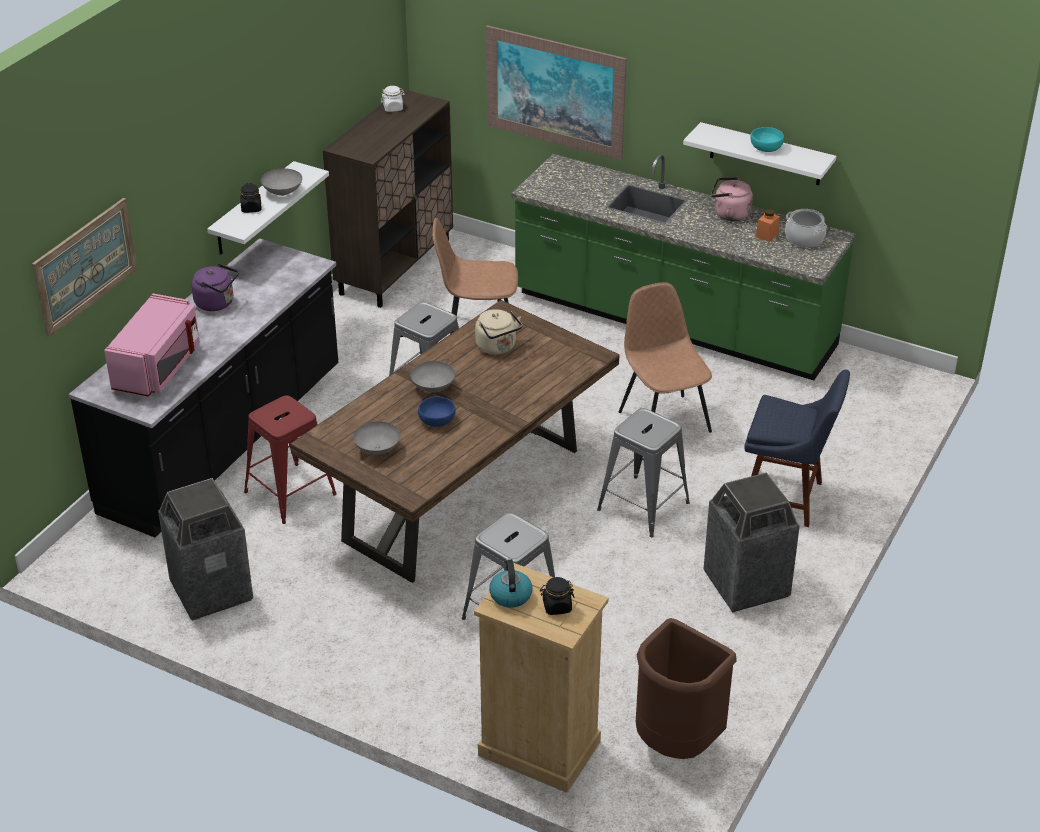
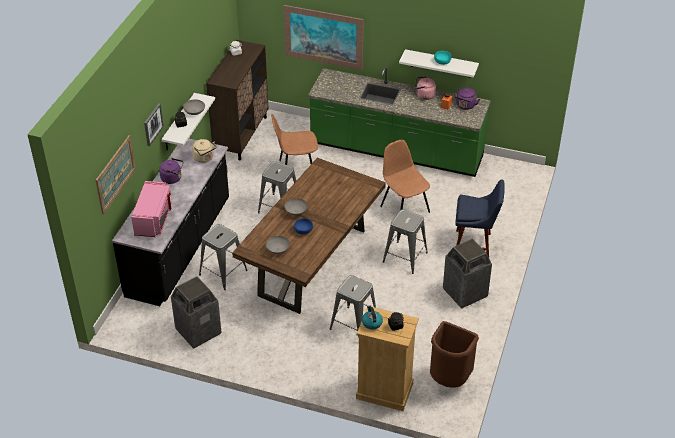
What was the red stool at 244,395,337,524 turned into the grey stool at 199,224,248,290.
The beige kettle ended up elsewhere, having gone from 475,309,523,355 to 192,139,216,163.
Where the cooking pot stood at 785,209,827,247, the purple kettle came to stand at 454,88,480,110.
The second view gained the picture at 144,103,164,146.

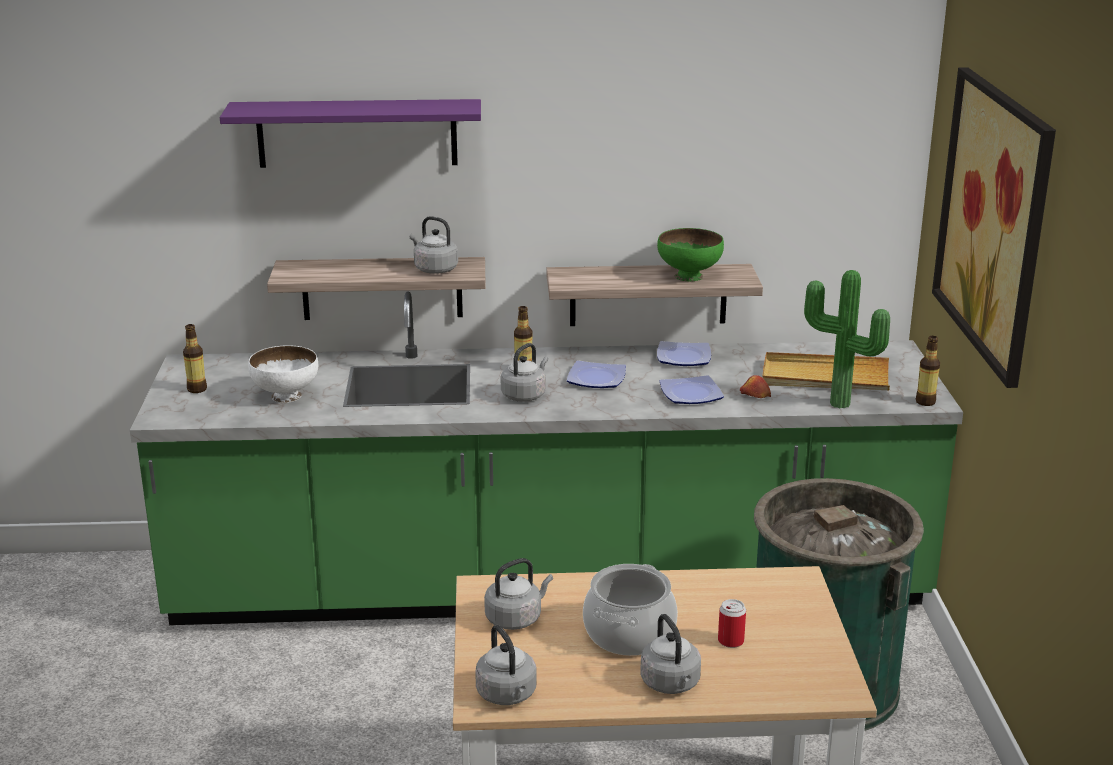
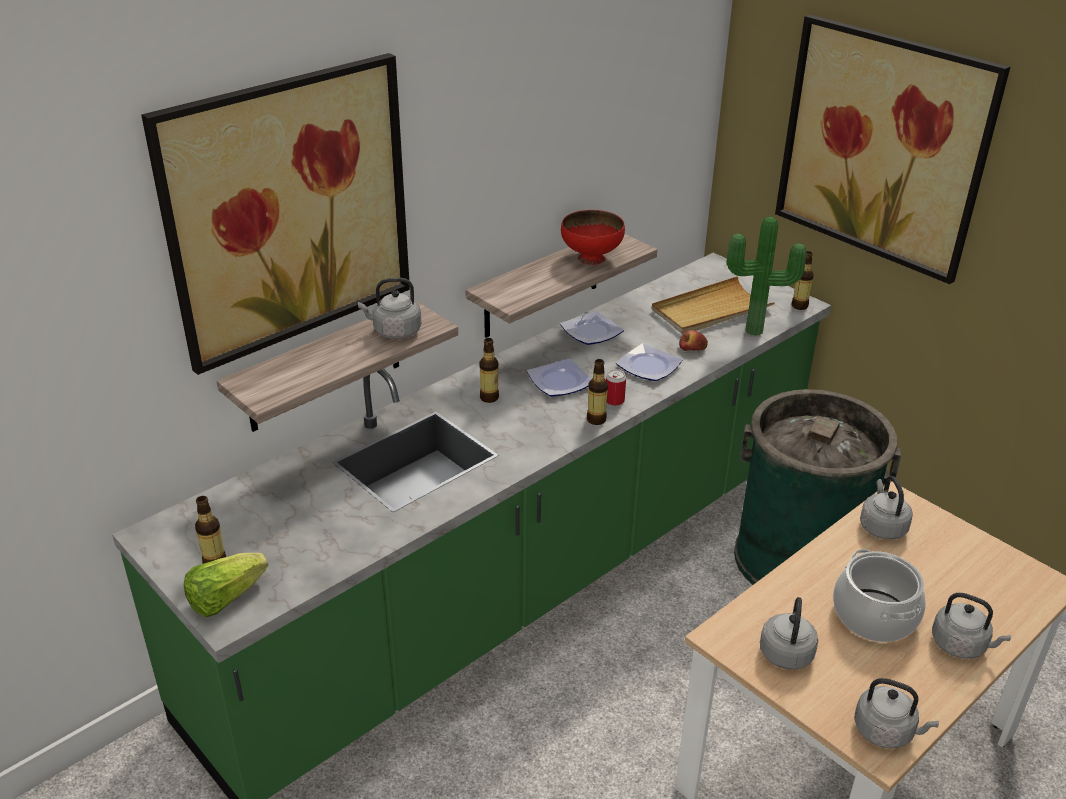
Where the purple shelf hung at 220,99,481,168, the picture came to hang at 141,53,410,375.
The second view lost the white bowl at 248,345,318,403.
The grey kettle ended up elsewhere, having gone from 501,343,548,402 to 860,476,913,540.
What was the green bowl at 657,228,724,281 turned into the red bowl at 561,210,625,265.
The can ended up elsewhere, having gone from 718,599,746,648 to 606,369,626,406.
The second view gained the lettuce at 184,553,268,617.
The second view gained the bottle at 587,359,608,425.

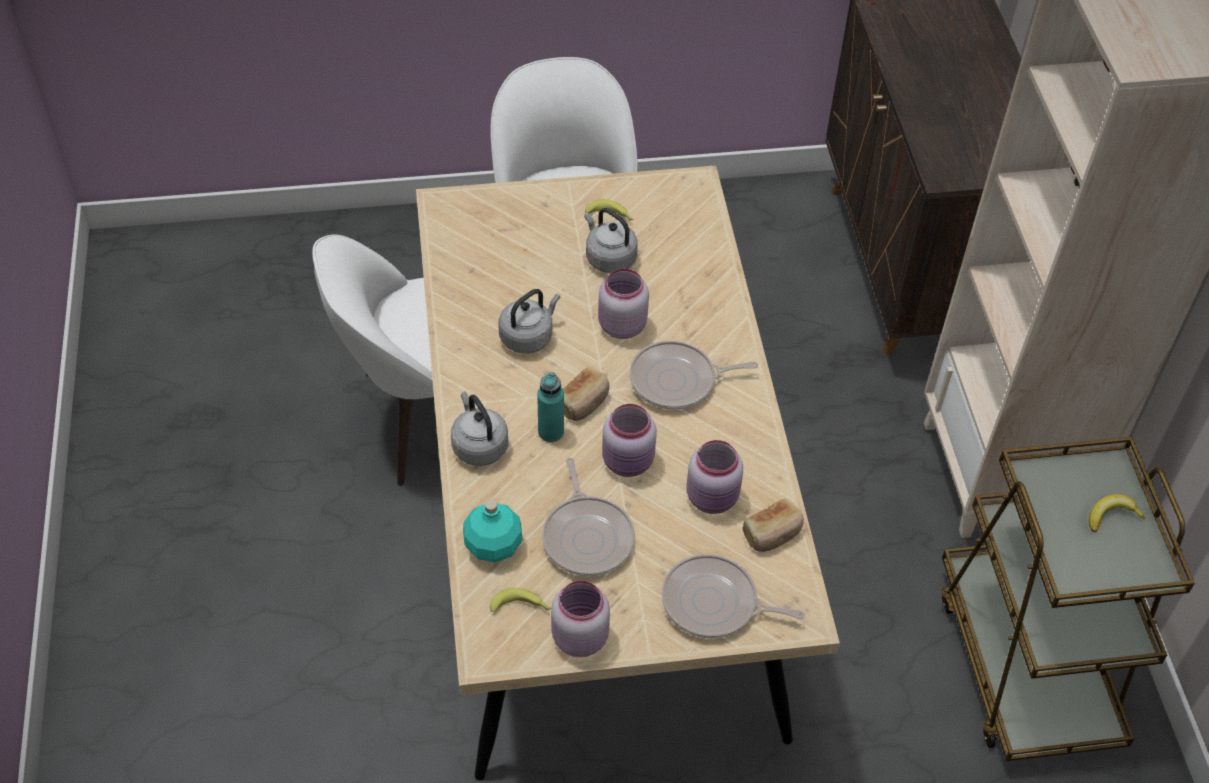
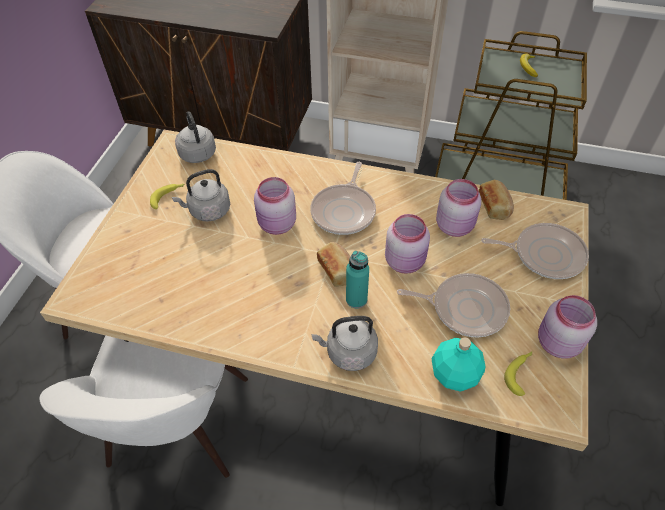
The grey kettle ended up elsewhere, having gone from 498,289,561,353 to 175,111,216,163.
The frying pan at 662,554,805,638 ended up facing another way, 120 degrees counterclockwise from before.

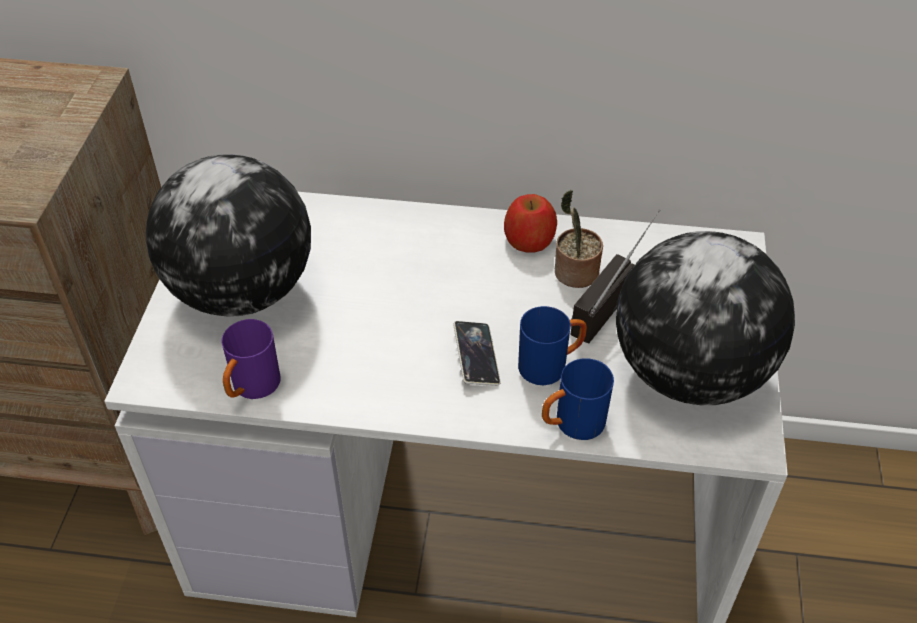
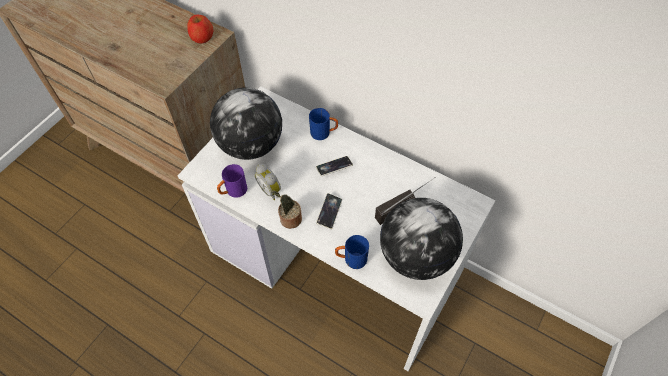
The apple ended up elsewhere, having gone from 504,194,557,253 to 187,15,213,43.
The blue mug ended up elsewhere, having gone from 518,306,587,385 to 309,108,338,140.
The potted plant ended up elsewhere, having gone from 555,190,603,288 to 271,190,302,229.
The second view gained the alarm clock at 255,164,281,200.
The second view gained the phone at 316,156,353,176.

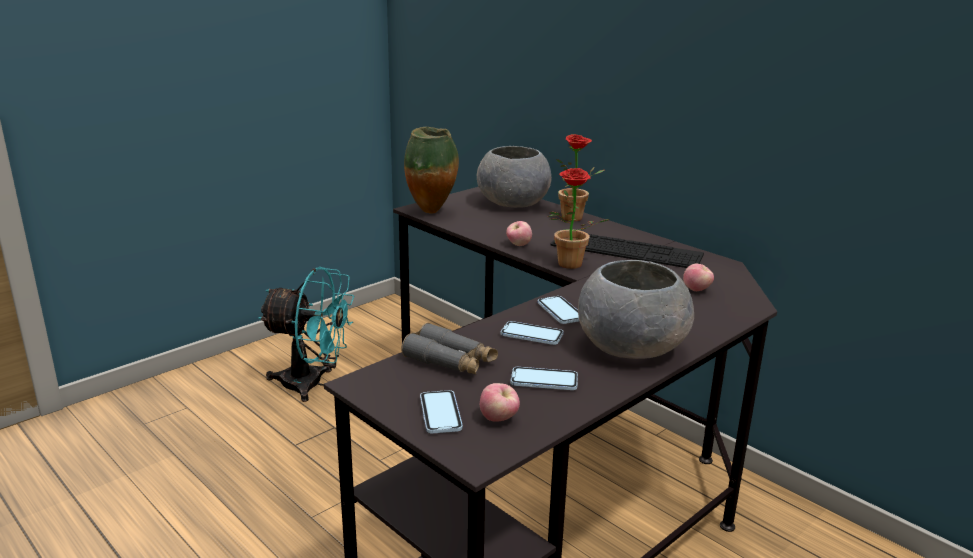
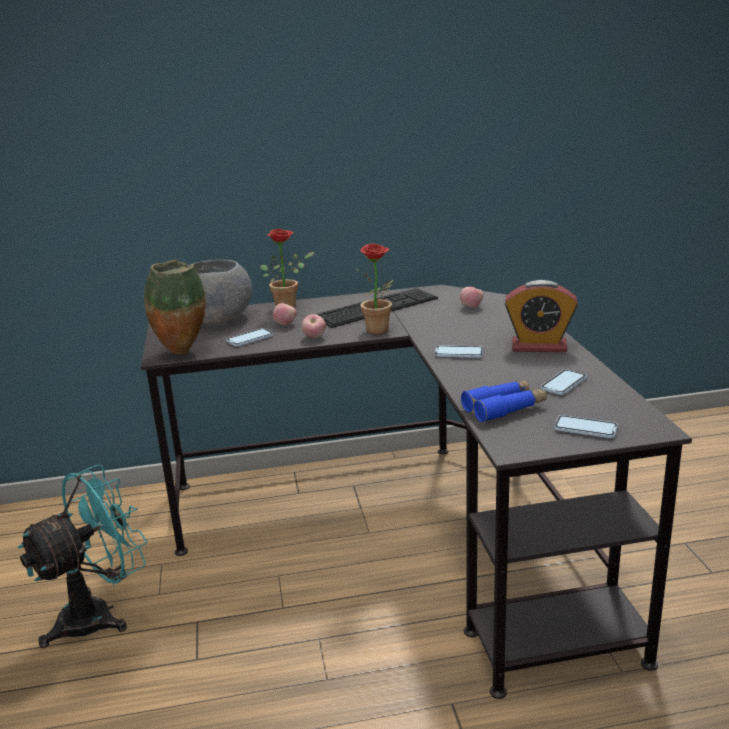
What was the grey binoculars at 401,323,498,375 turned into the blue binoculars at 461,380,547,422.
The apple ended up elsewhere, having gone from 480,383,520,422 to 273,303,297,325.
The phone ended up elsewhere, having gone from 501,321,564,345 to 226,328,273,346.
Where the grey bowl stood at 578,260,694,359, the alarm clock came to stand at 505,280,578,352.

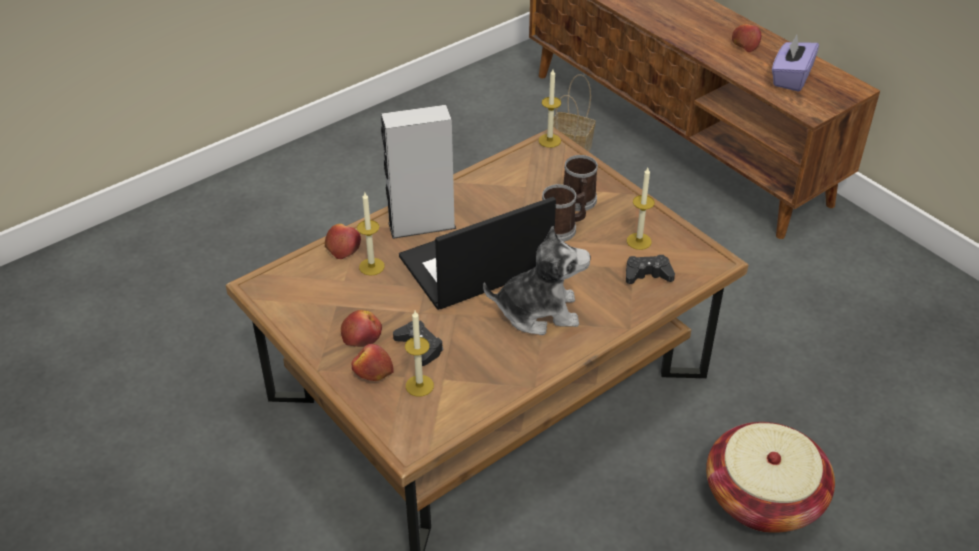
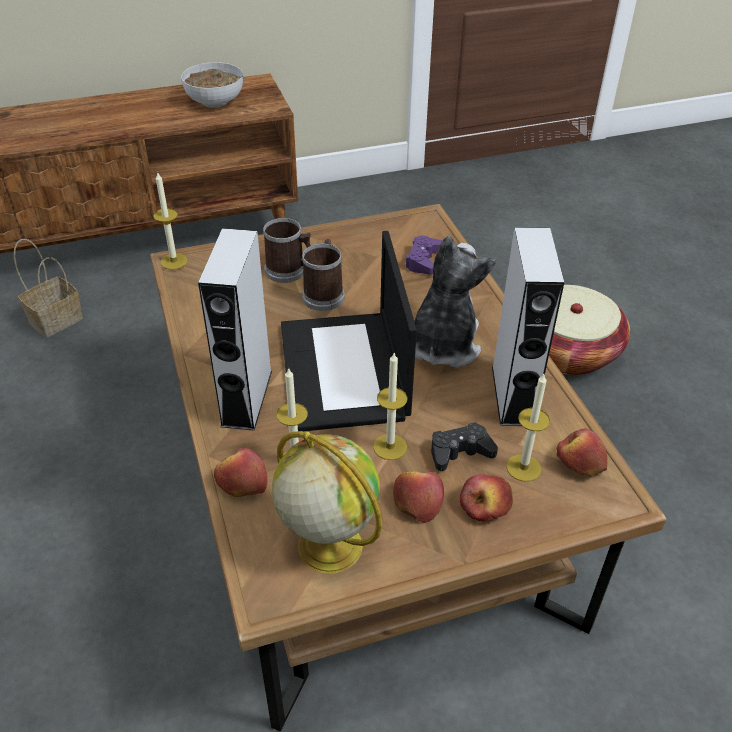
What was the black game controller at 626,255,675,284 turned into the purple game controller at 404,236,442,275.
The candle ended up elsewhere, having gone from 627,168,655,250 to 373,353,408,460.
The apple ended up elsewhere, having gone from 732,24,761,52 to 557,429,607,476.
Where the purple tissue box stood at 772,35,819,92, the bowl came to stand at 181,62,243,108.
The second view gained the globe at 272,431,383,574.
The second view gained the grey speaker at 492,227,564,426.

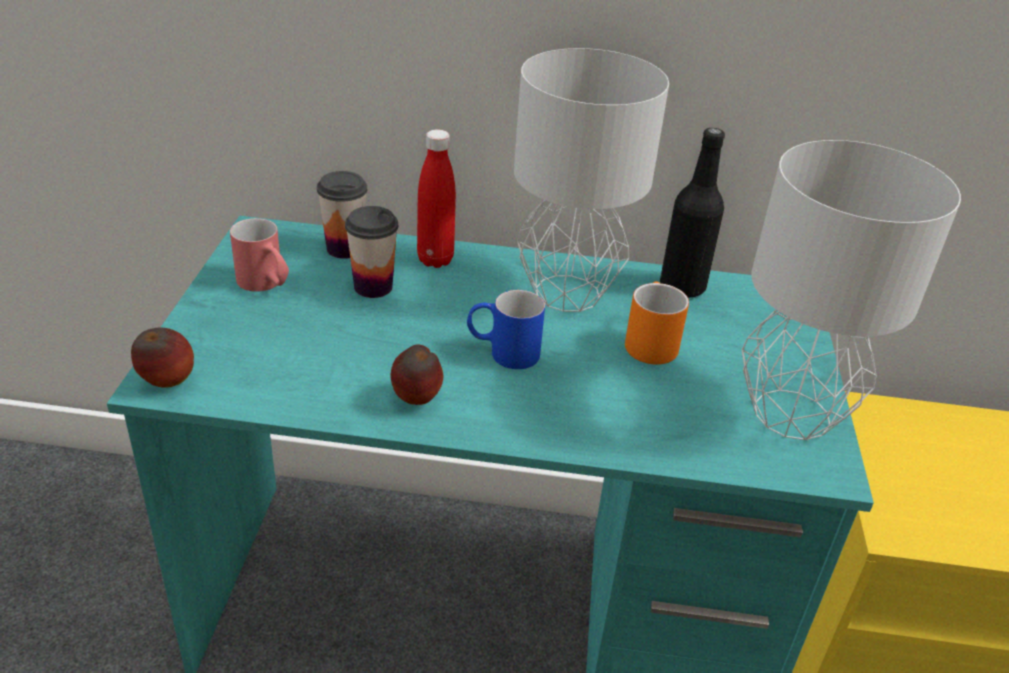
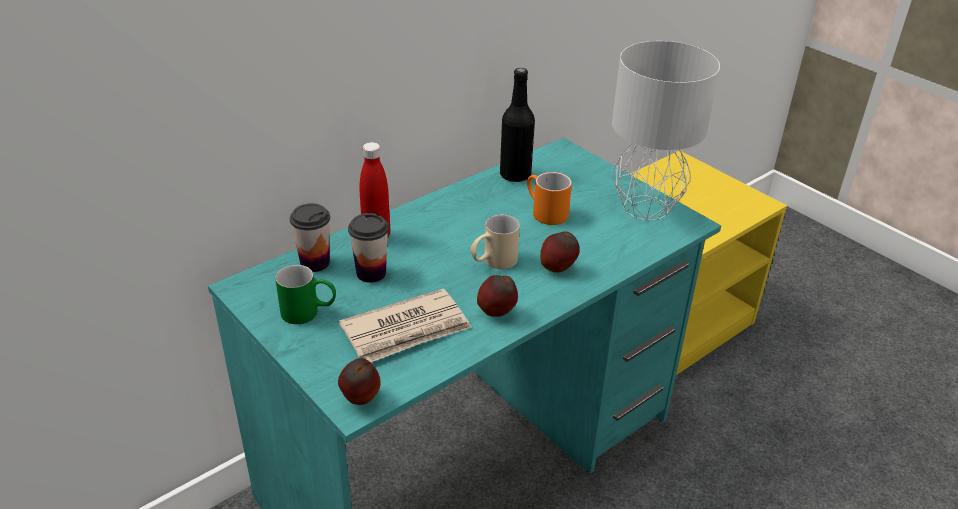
What was the red mug at 230,218,289,292 turned into the green mug at 275,265,336,324.
What was the blue mug at 467,290,545,369 turned into the beige mug at 470,215,520,269.
The second view lost the grey table lamp at 514,48,669,312.
The second view gained the newspaper at 339,289,472,362.
The second view gained the apple at 540,231,580,273.

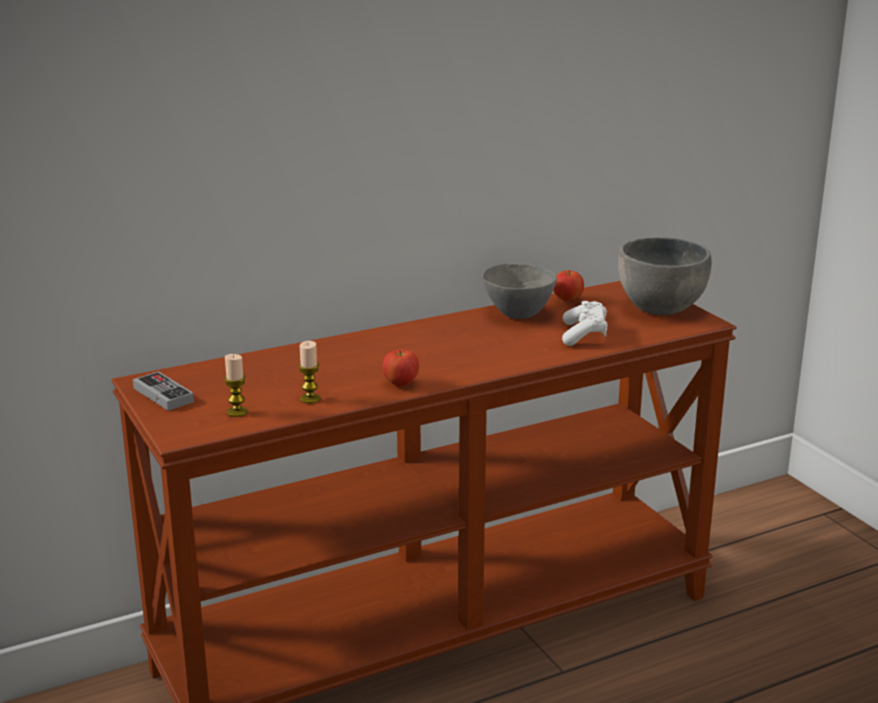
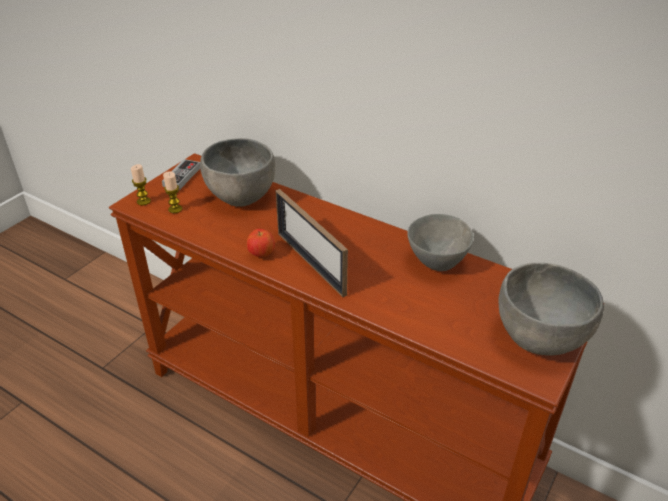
The candle ended up elsewhere, having gone from 298,341,320,404 to 131,164,151,205.
The second view lost the apple at 553,270,584,302.
The second view lost the white game controller at 562,301,607,346.
The second view gained the grey bowl at 200,138,276,207.
The second view gained the picture frame at 276,189,348,297.

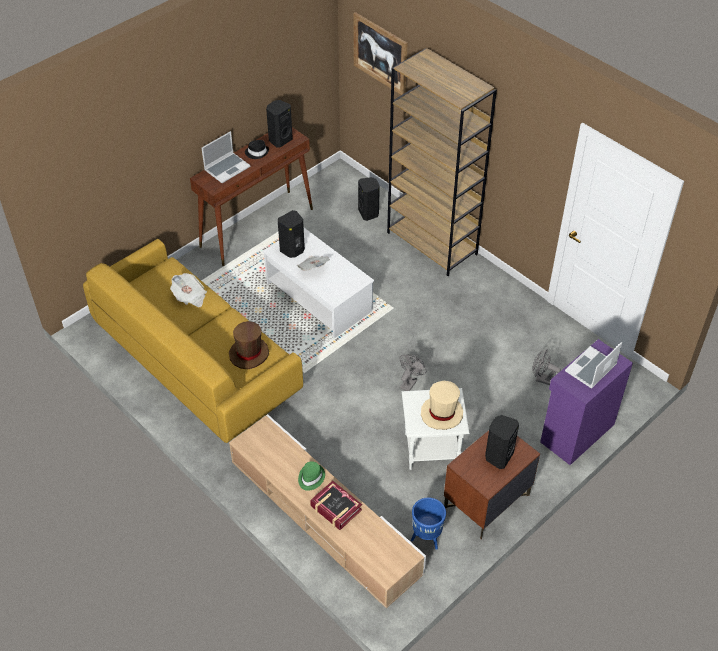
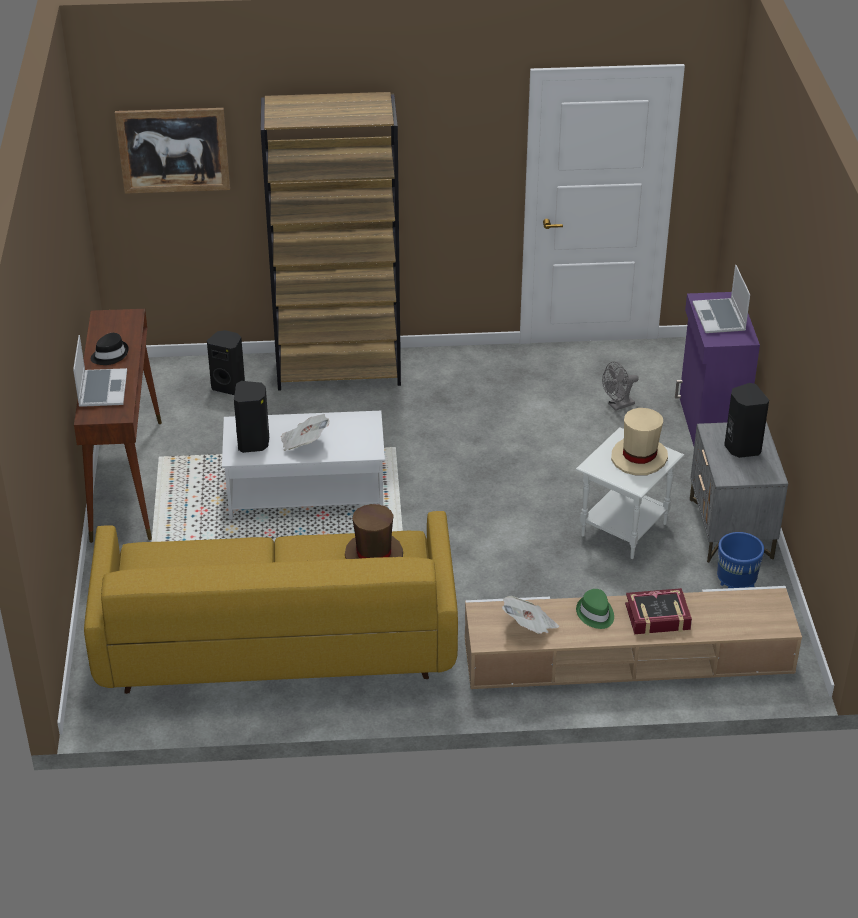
The newspaper ended up elsewhere, having gone from 170,273,207,307 to 502,596,559,634.
The second view lost the black speaker at 266,100,293,148.
The second view lost the grey fan at 399,354,426,391.
What was the brown nightstand at 444,430,540,539 turned into the grey nightstand at 690,422,788,563.

